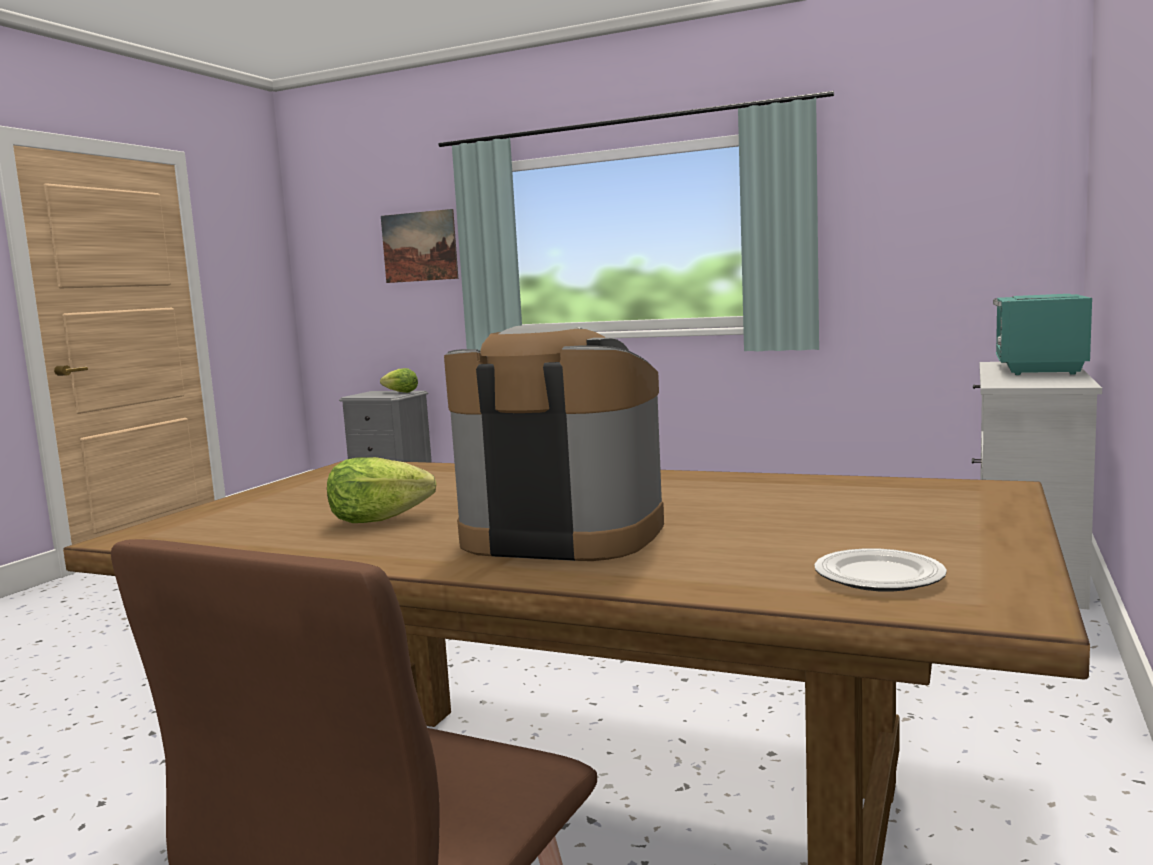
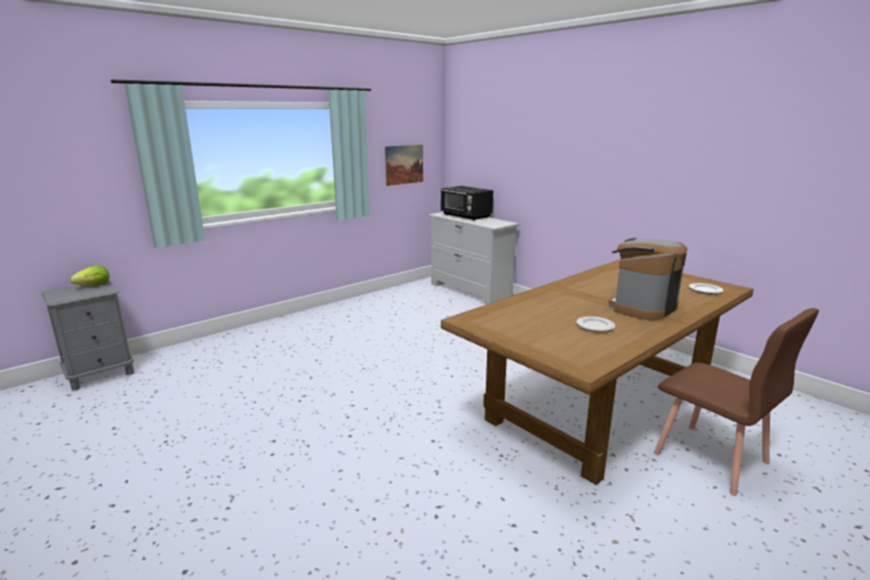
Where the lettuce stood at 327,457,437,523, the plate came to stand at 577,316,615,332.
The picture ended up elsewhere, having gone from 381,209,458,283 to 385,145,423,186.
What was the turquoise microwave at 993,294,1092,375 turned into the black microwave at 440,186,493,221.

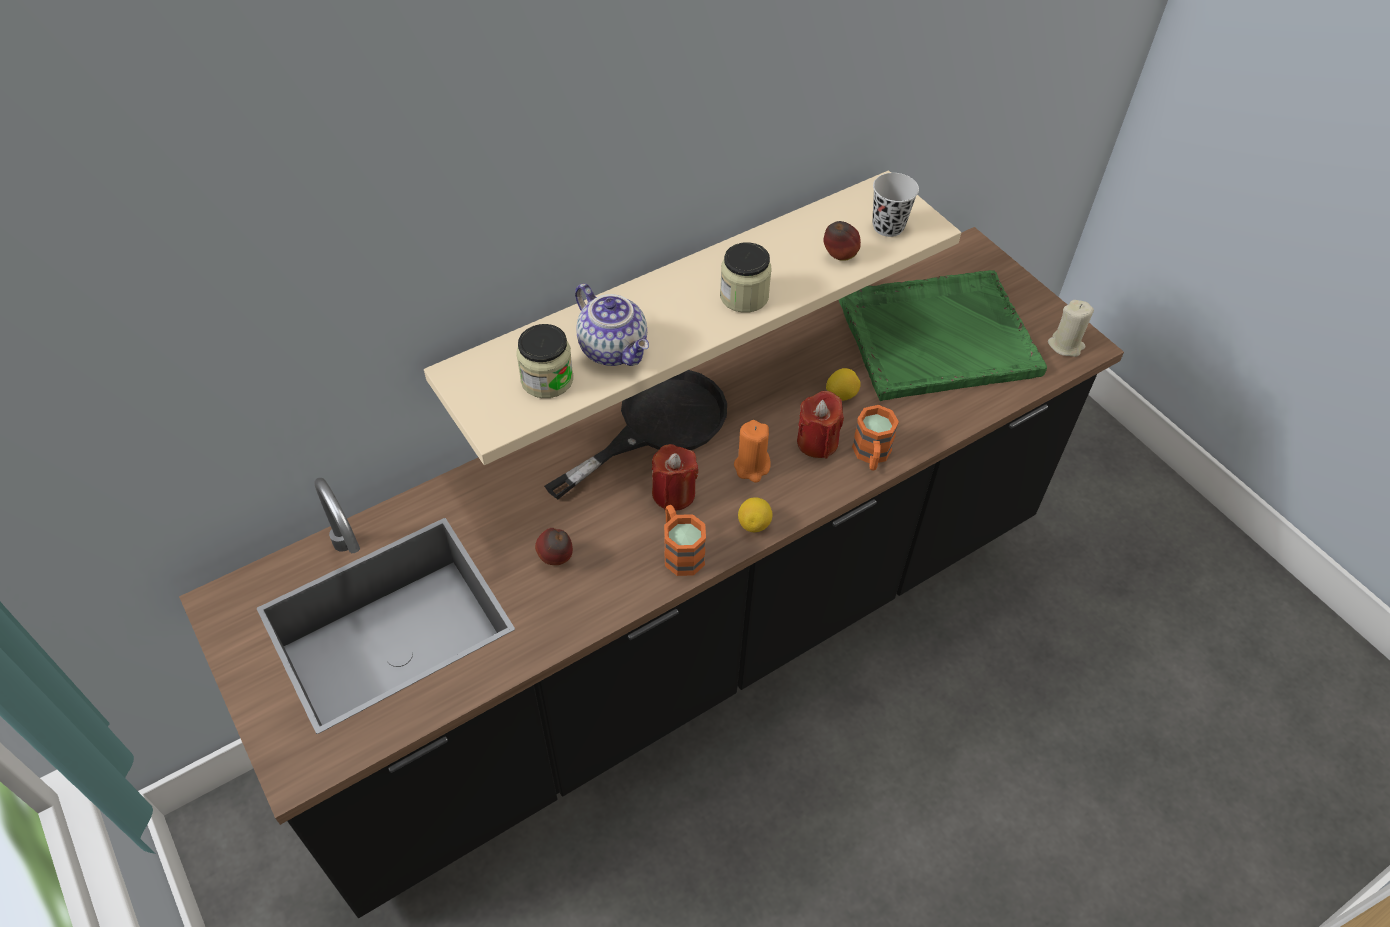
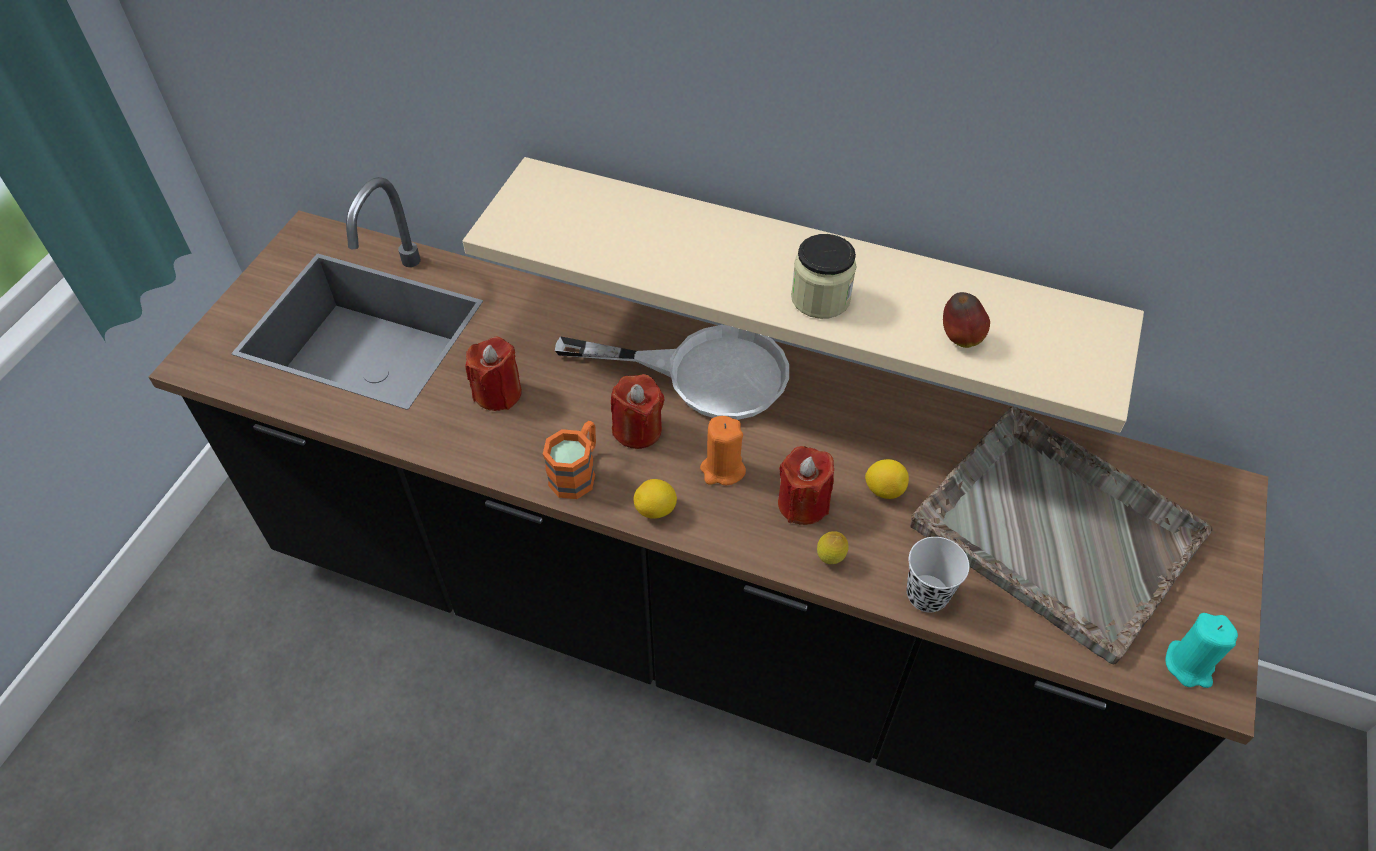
The second view lost the jar at 516,324,573,398.
Where the apple stood at 535,528,573,565, the red candle came to stand at 465,336,522,411.
What was the black frying pan at 544,370,727,499 turned into the white frying pan at 555,325,789,420.
The second view lost the teapot at 575,283,649,366.
What was the green tray at 839,270,1047,401 turned into the grey tray at 910,407,1213,664.
Where the orange mug stood at 852,405,899,470, the lemon came to stand at 817,531,849,564.
The black cup ended up elsewhere, having gone from 873,173,919,237 to 907,537,969,613.
What was the beige candle at 1048,300,1094,357 turned into the turquoise candle at 1165,613,1238,688.

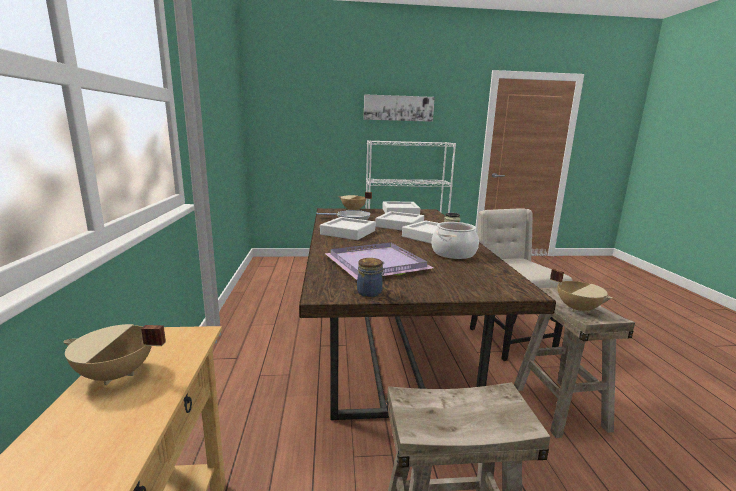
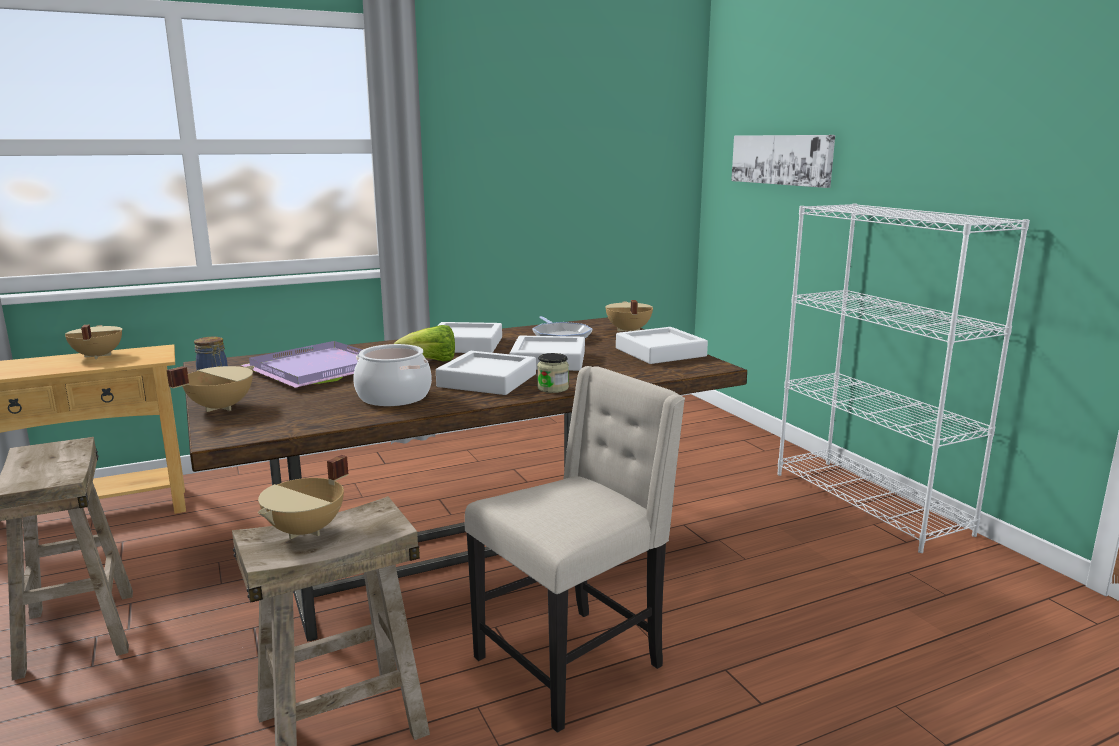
The picture ended up elsewhere, having gone from 364,94,435,122 to 731,135,835,188.
The second view gained the beige cooking pot at 167,366,255,412.
The second view gained the lettuce at 394,325,455,362.

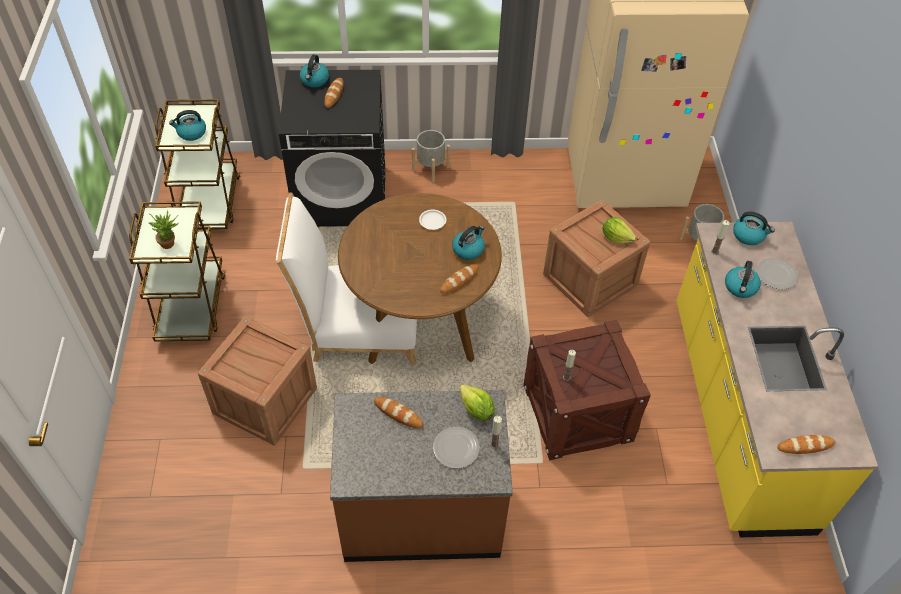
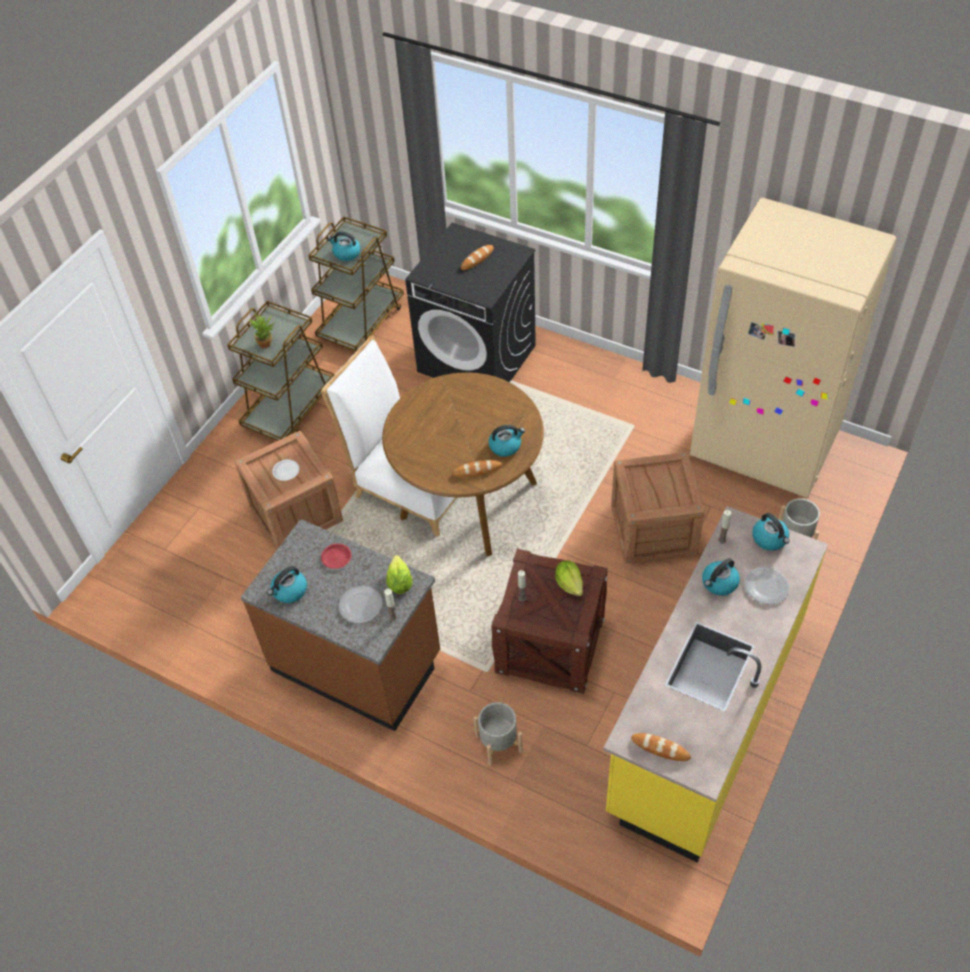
The kettle ended up elsewhere, having gone from 300,55,329,87 to 267,566,307,603.
Where the bread stood at 374,397,424,428, the red plate came to stand at 321,544,352,569.
The grey planter ended up elsewhere, having gone from 412,130,450,182 to 474,702,523,766.
The white plate ended up elsewhere, having gone from 419,210,446,230 to 272,460,299,481.
The lettuce ended up elsewhere, having gone from 602,217,637,244 to 555,561,583,596.

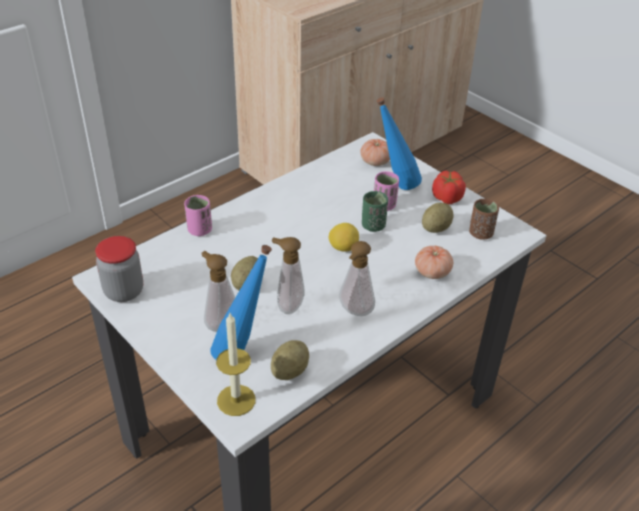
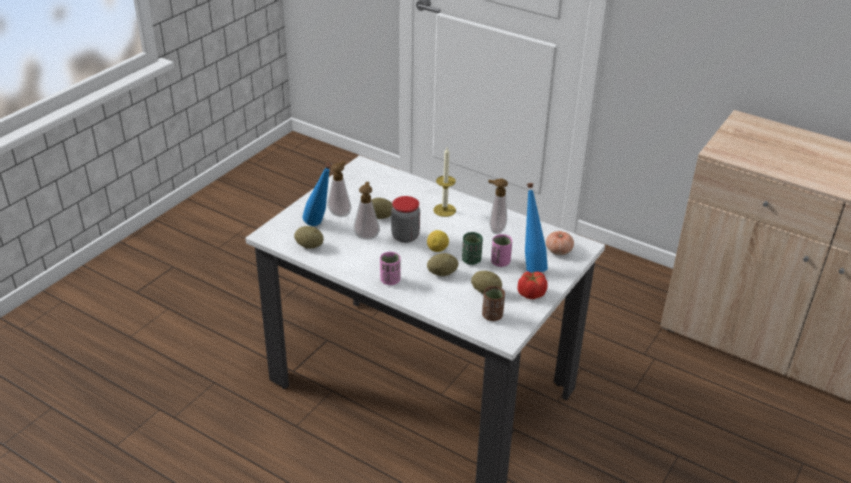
The jar ended up elsewhere, having gone from 95,236,143,302 to 391,196,420,243.
The pink cup ended up elsewhere, having gone from 184,195,212,236 to 380,252,401,285.
The candle ended up elsewhere, having gone from 216,313,256,416 to 433,147,456,217.
The soap dispenser ended up elsewhere, having gone from 339,241,375,316 to 488,179,508,234.
The second view lost the tomato at 415,246,453,279.
The second view gained the potato at 427,253,458,276.

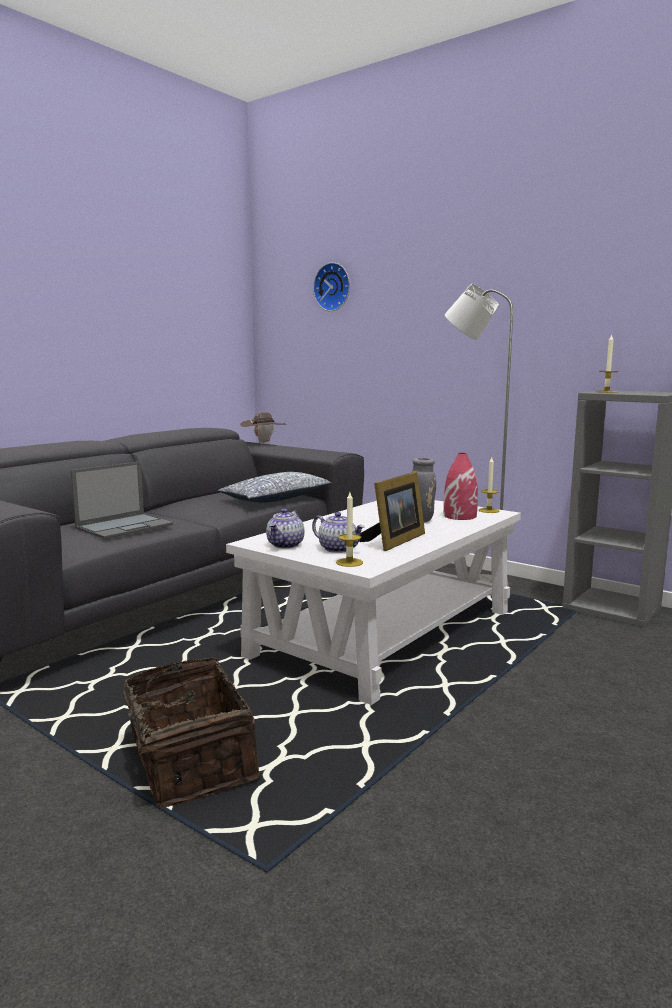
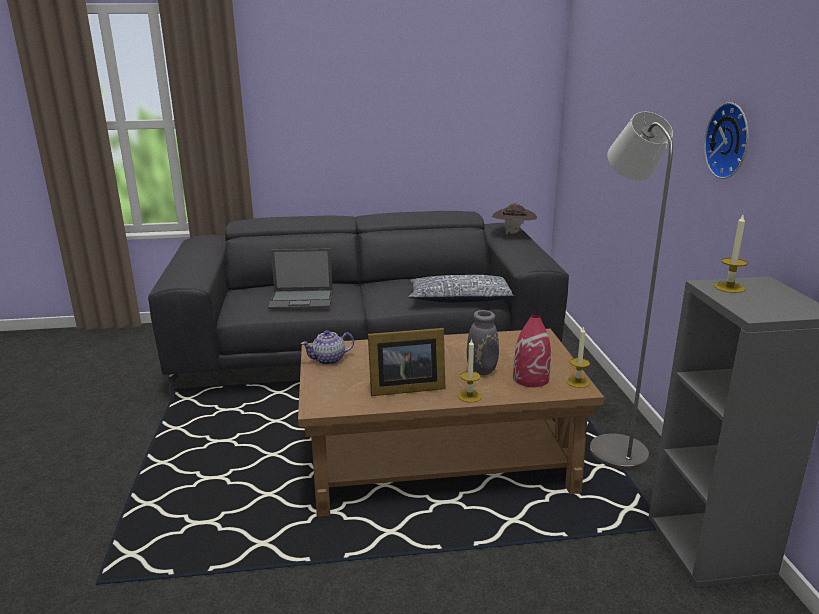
The second view lost the basket at 108,657,260,807.
What was the white coffee table at 226,500,521,705 turned into the brown coffee table at 298,329,604,517.
The second view lost the teapot at 312,512,365,553.
The wall clock ended up elsewhere, having gone from 313,262,350,311 to 704,102,749,179.
The candle ended up elsewhere, having gone from 336,492,363,567 to 458,338,482,403.

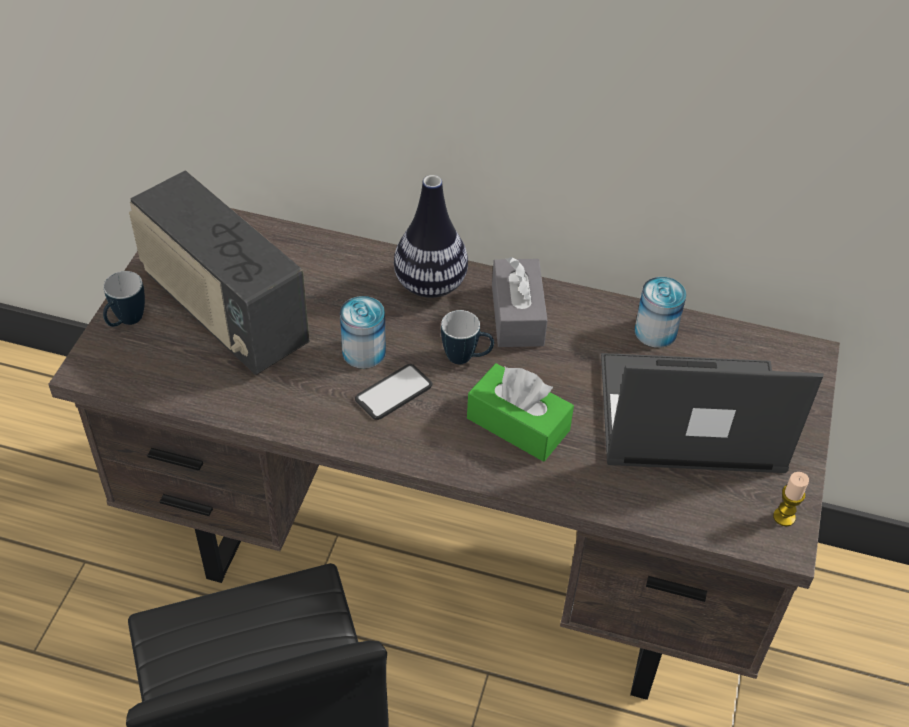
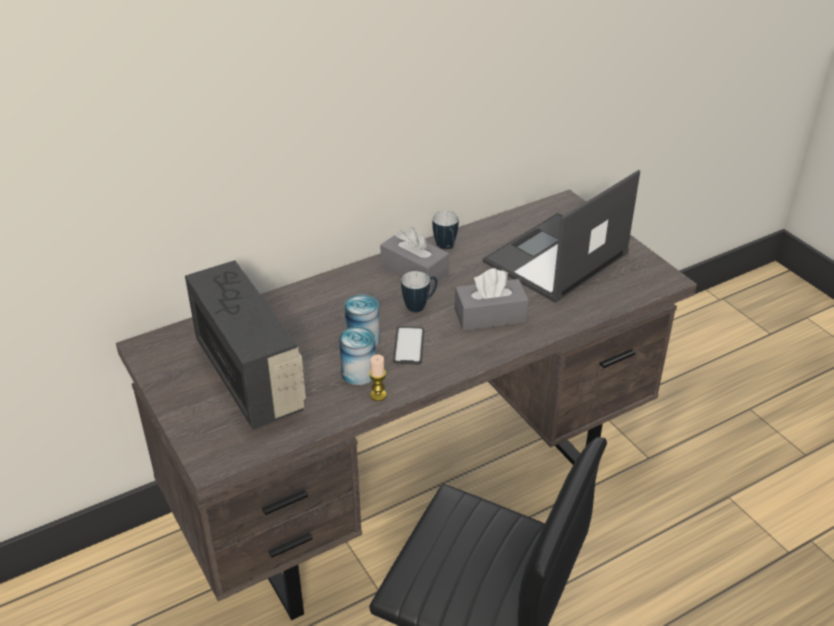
The mug ended up elsewhere, having gone from 103,271,145,327 to 432,211,459,249.
The radio at 129,170,309,375 ended up facing another way, 120 degrees counterclockwise from before.
The second view lost the vase at 394,175,468,298.
What was the green tissue box at 467,363,574,462 turned into the grey tissue box at 455,268,529,331.
The can ended up elsewhere, having gone from 634,277,687,348 to 339,327,376,385.
The candle ended up elsewhere, having gone from 773,472,809,527 to 369,354,387,401.

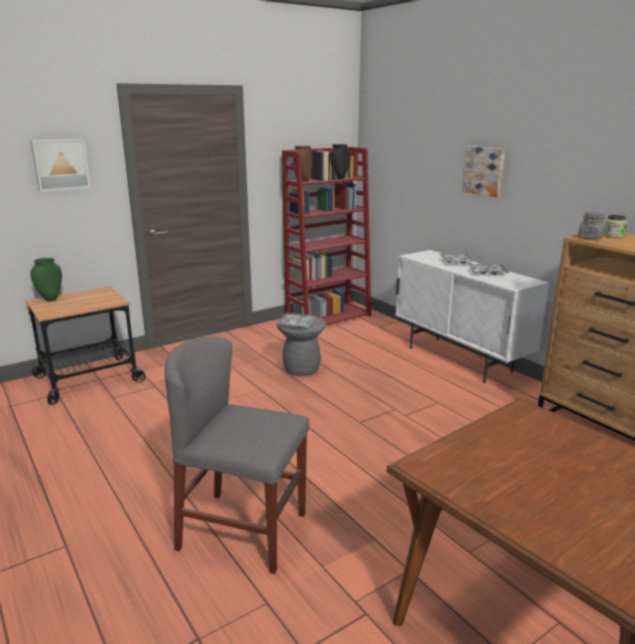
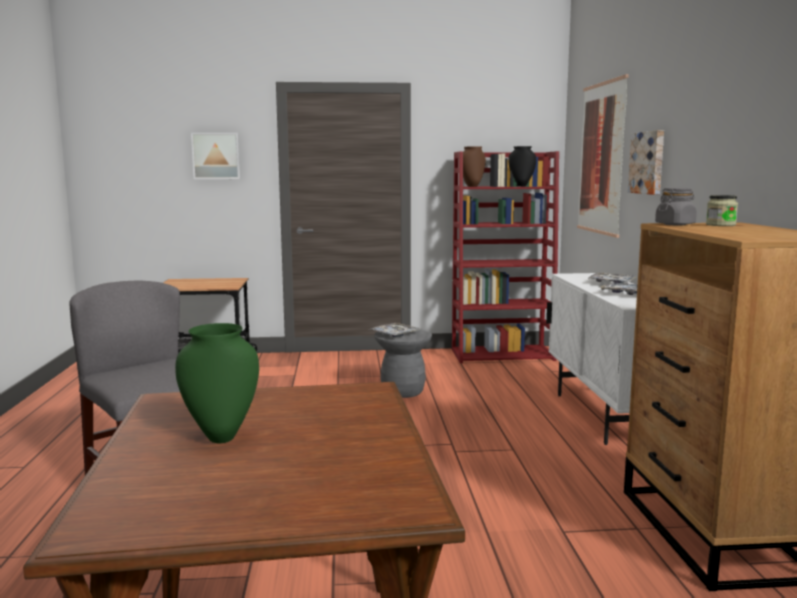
The green vase ended up elsewhere, having gone from 30,258,62,301 to 175,323,259,443.
The second view gained the picture at 577,74,629,238.

